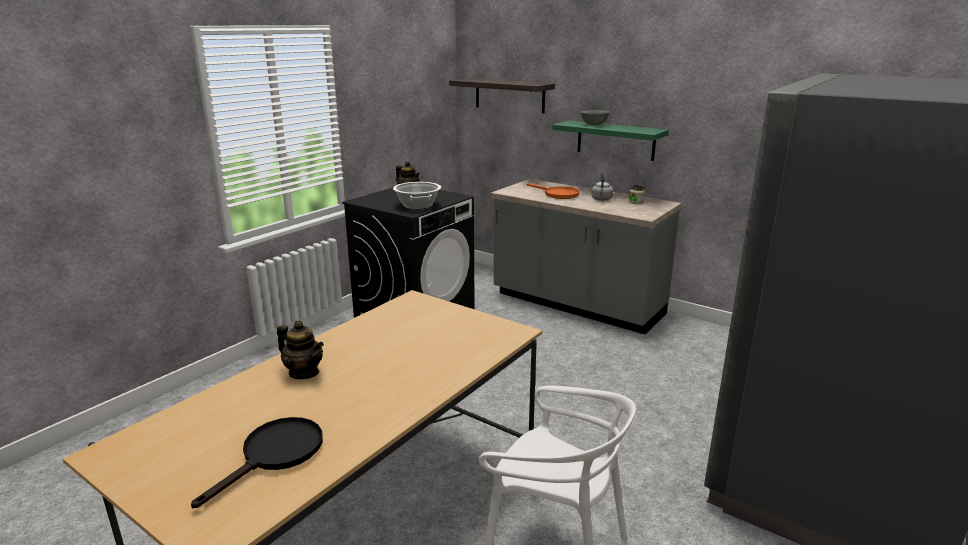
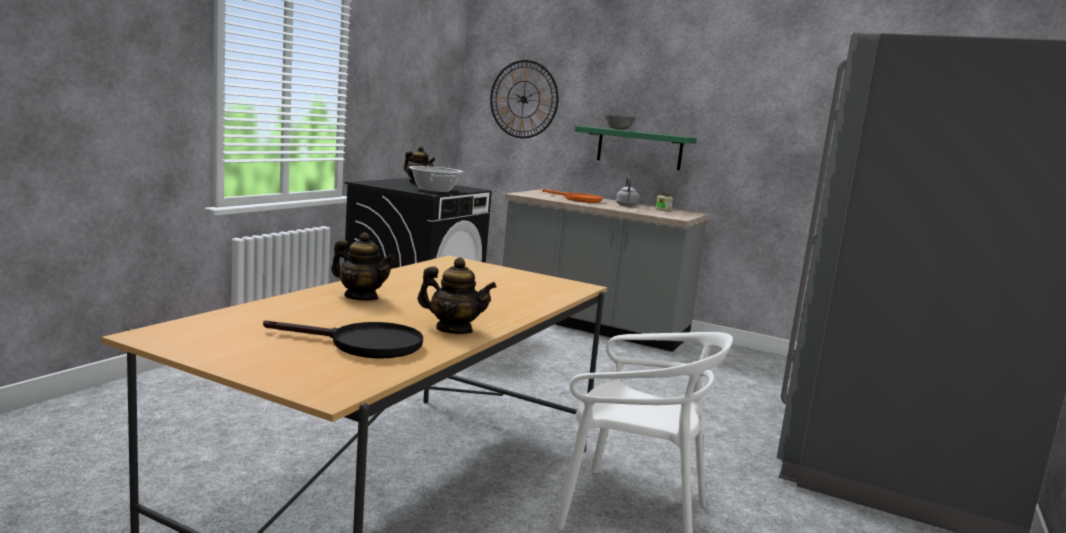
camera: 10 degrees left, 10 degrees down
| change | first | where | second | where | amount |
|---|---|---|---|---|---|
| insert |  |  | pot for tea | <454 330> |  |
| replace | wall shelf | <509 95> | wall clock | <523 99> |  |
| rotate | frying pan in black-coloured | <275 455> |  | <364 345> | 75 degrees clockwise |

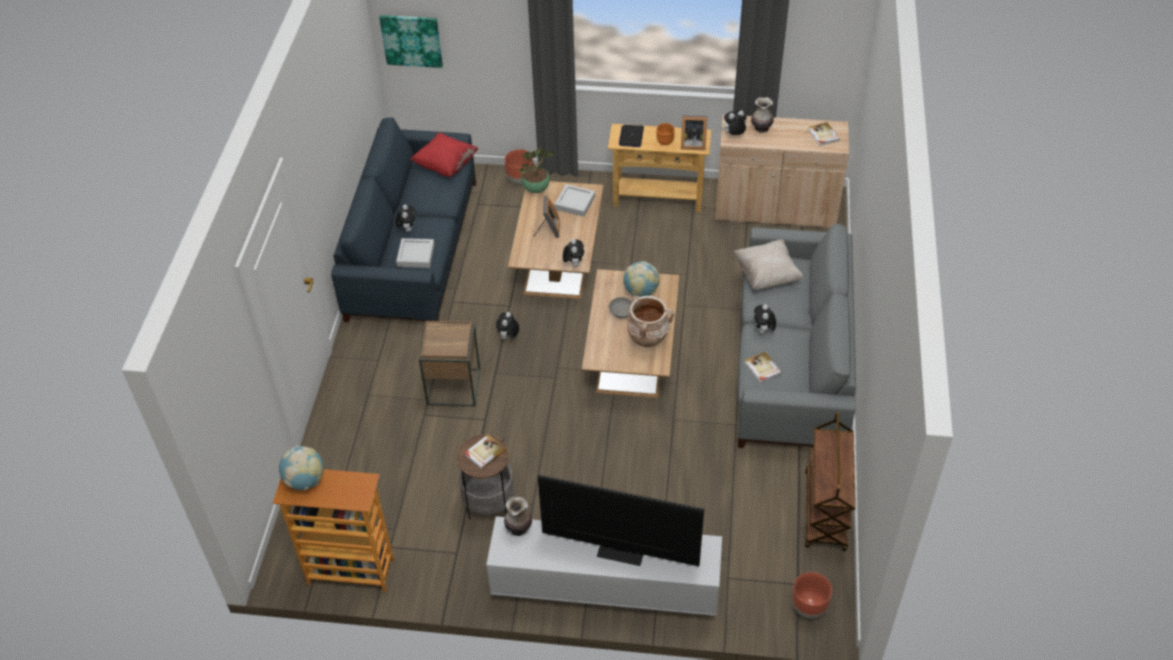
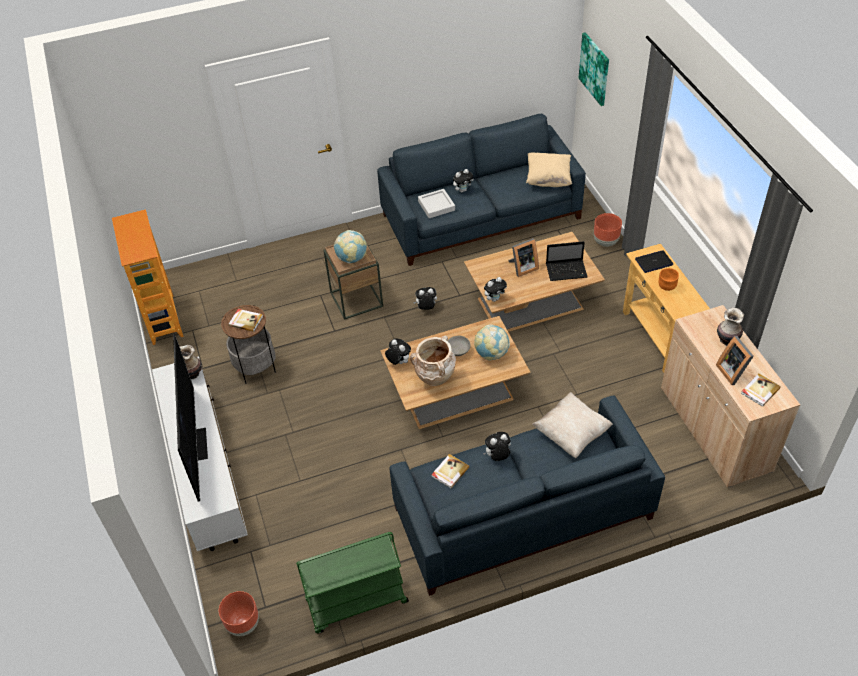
camera: 65 degrees right, 0 degrees up
| change | first | where | second | where | amount |
|---|---|---|---|---|---|
| delete | potted plant | <537 189> |  |  |  |
| move | world globe | <305 481> |  | <351 258> |  |
| move | standing frame | <692 143> |  | <733 371> |  |
| move | plush toy | <734 135> |  | <398 362> |  |
| replace | serving tray in gray | <575 203> | portable computer | <567 271> |  |
| recolor | throw pillow in reddish | <446 165> | throw pillow in beige | <548 179> |  |
| recolor | settee in gray | <790 361> | settee in blue-coloured | <521 512> |  |
| recolor | wheeled cart in brown-coloured | <825 511> | wheeled cart in green | <356 602> |  |

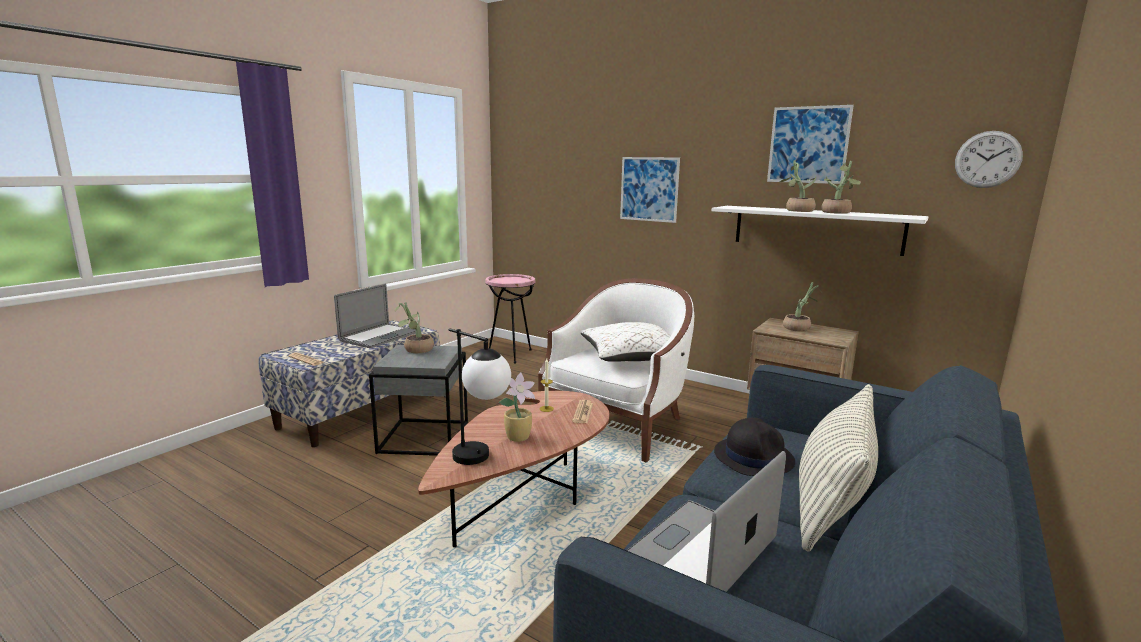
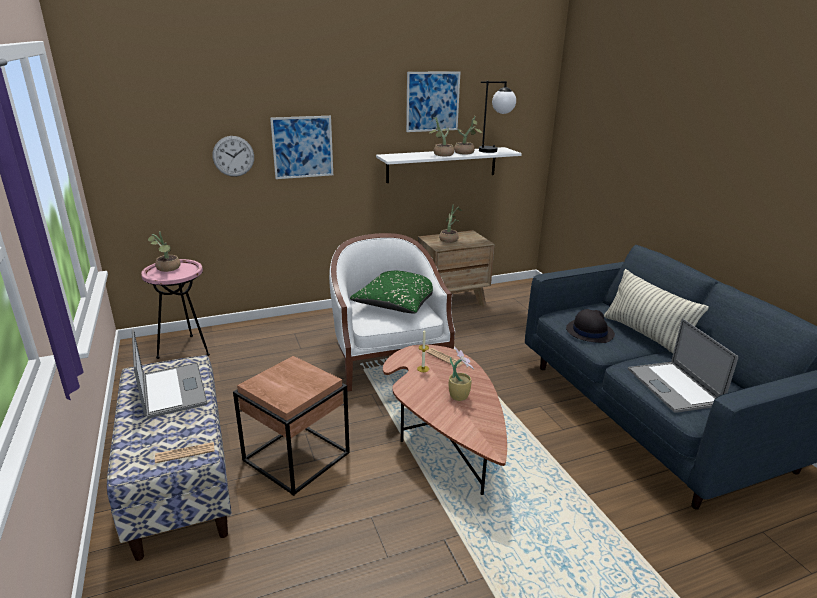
camera: 55 degrees left, 10 degrees up
| change | first | where | second | where | amount |
|---|---|---|---|---|---|
| move | potted plant | <415 350> |  | <167 269> |  |
| move | table lamp | <481 460> |  | <495 150> |  |
| move | wall clock | <987 159> |  | <233 156> |  |
| recolor | side table in gray | <425 438> | side table in brown-coloured | <298 457> |  |
| recolor | throw pillow in whitish | <629 358> | throw pillow in green | <397 304> |  |

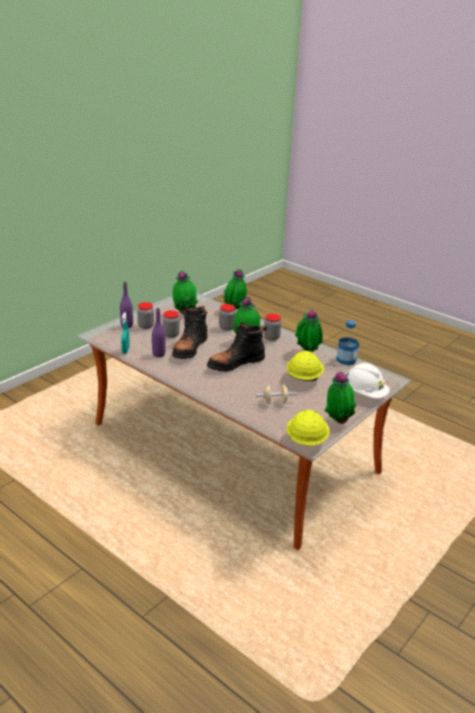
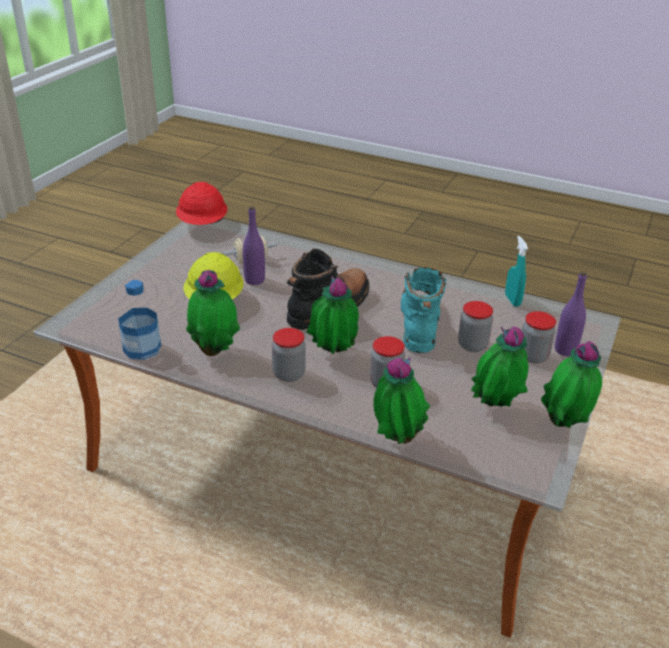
camera: 165 degrees right, 5 degrees up
| change | first | where | second | where | amount |
|---|---|---|---|---|---|
| delete | hard hat in whitish | <365 393> |  |  |  |
| move | beverage bottle in purplish | <158 354> |  | <254 280> |  |
| move | potted plant | <337 421> |  | <564 425> |  |
| recolor | high-top boot in black-coloured | <190 348> | high-top boot in turquoise | <419 323> |  |
| recolor | hard hat in yellow | <306 440> | hard hat in reddish | <203 224> |  |

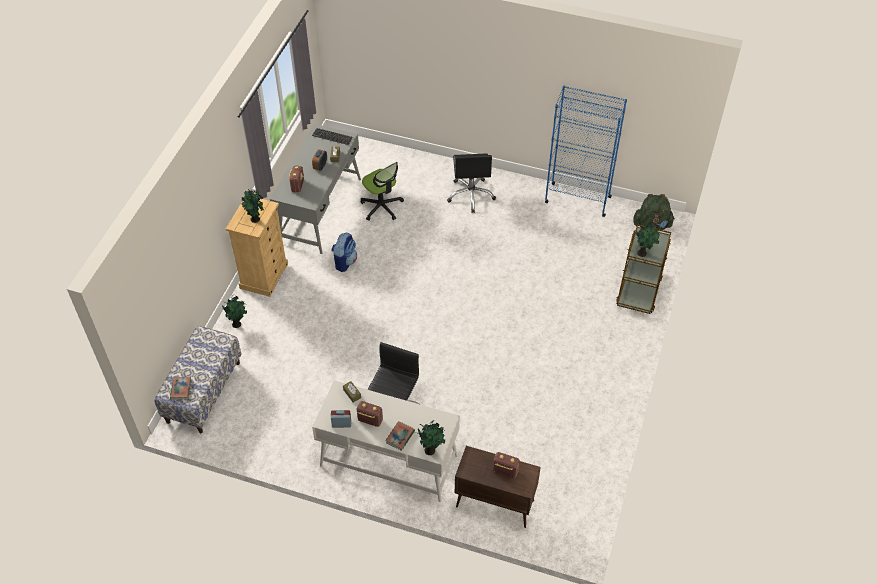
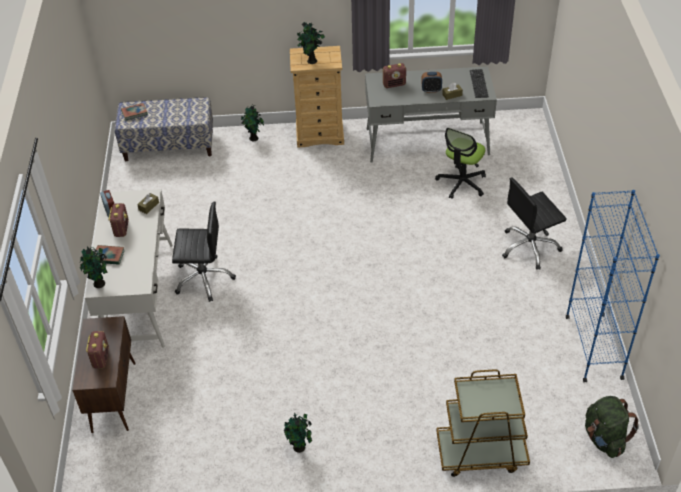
camera: 70 degrees right, 5 degrees down
| change | first | where | second | where | amount |
|---|---|---|---|---|---|
| delete | rucksack | <344 261> |  |  |  |
| move | potted plant | <642 253> |  | <300 448> |  |

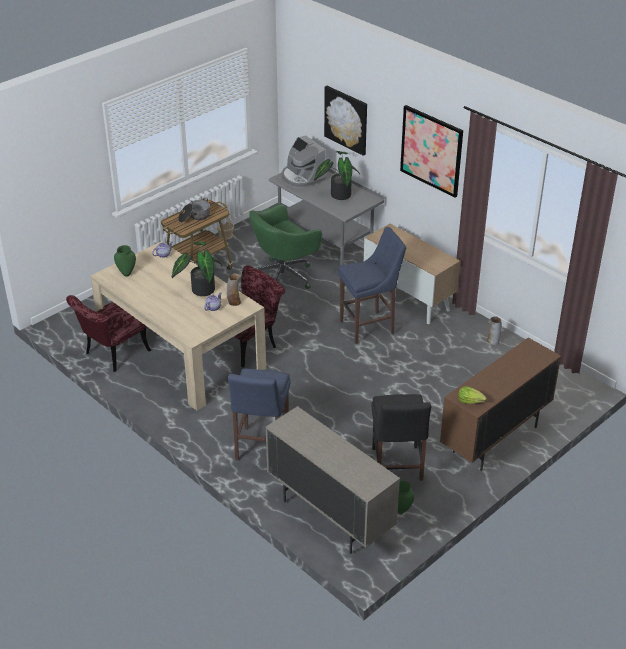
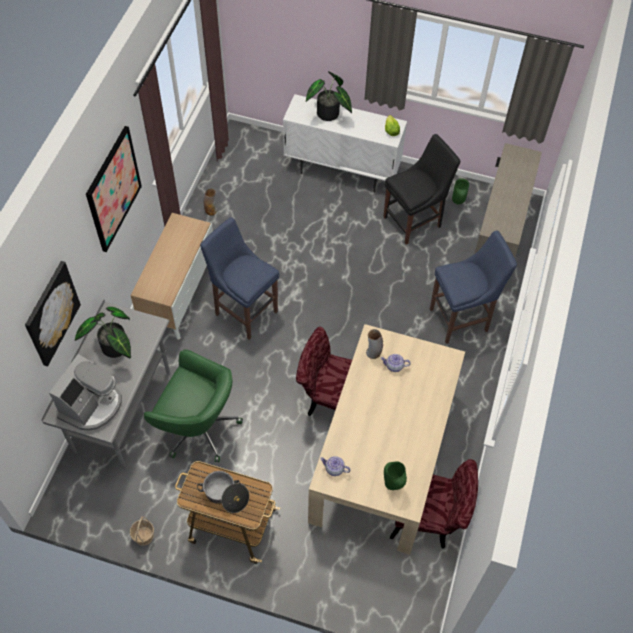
camera: 120 degrees left, 20 degrees up
| change | first | where | second | where | amount |
|---|---|---|---|---|---|
| move | potted plant | <200 289> |  | <328 115> |  |
| recolor | cabinet in brown-coloured | <495 440> | cabinet in whitish | <342 172> |  |

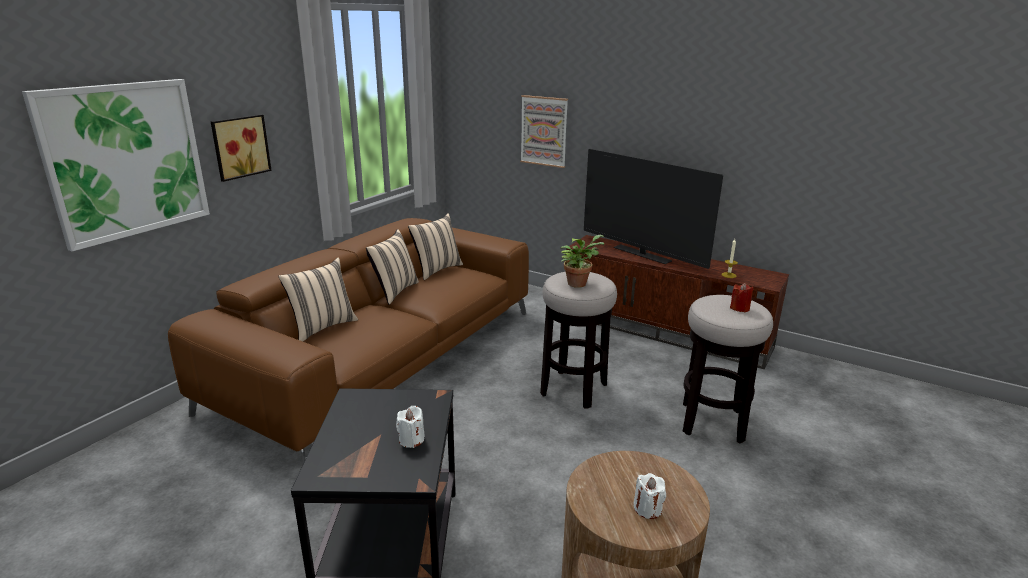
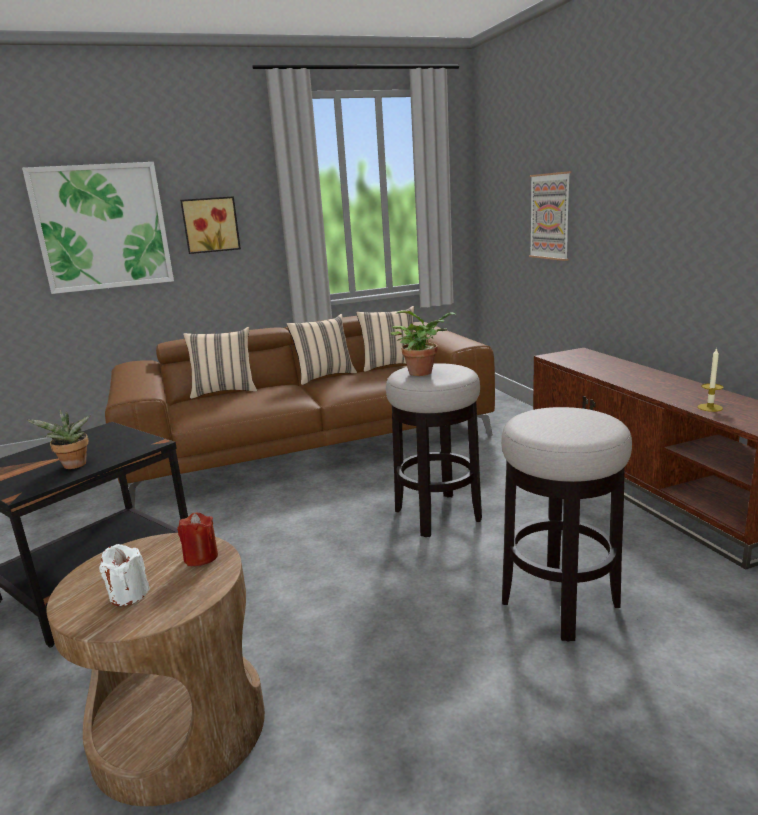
camera: 40 degrees right, 5 degrees down
| change | first | where | second | where | amount |
|---|---|---|---|---|---|
| delete | television | <641 254> |  |  |  |
| move | wax candle in reddish | <739 308> |  | <201 557> |  |
| replace | wax candle in whitish | <411 440> | potted plant | <73 466> |  |

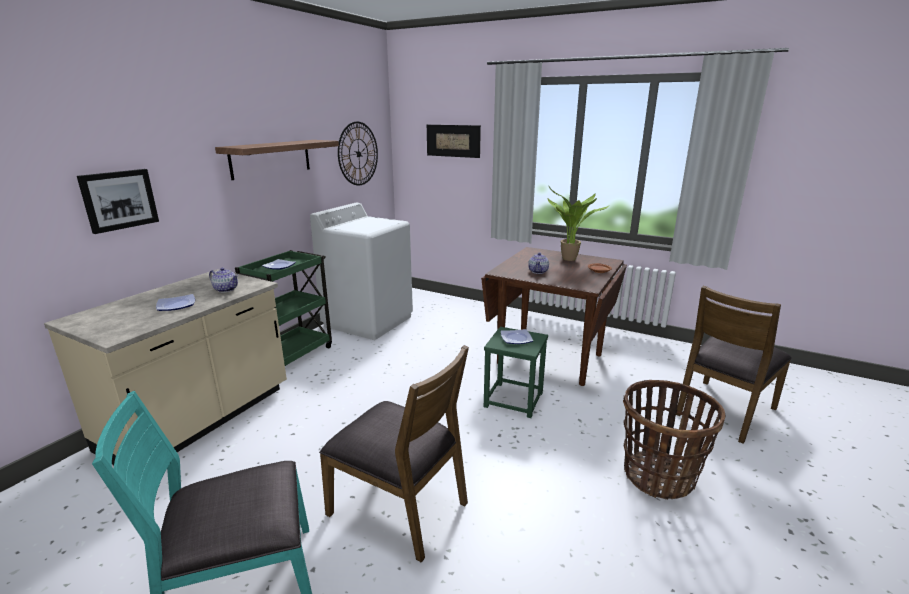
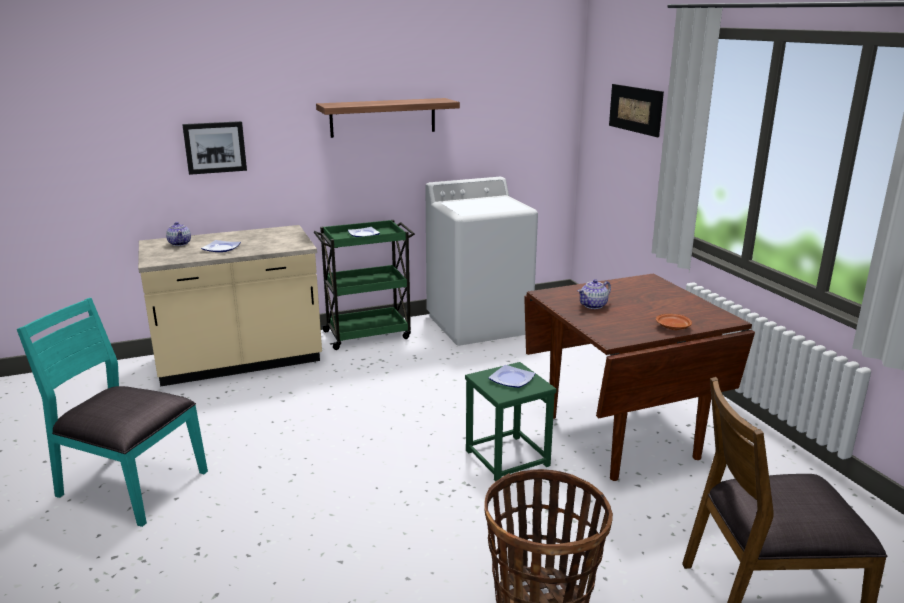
camera: 40 degrees right, 0 degrees up
| change | first | where | second | where | amount |
|---|---|---|---|---|---|
| delete | upright chair in brown-coloured | <400 507> |  |  |  |
| delete | wall clock | <358 154> |  |  |  |
| delete | potted plant | <569 260> |  |  |  |
| move | pot for tea | <226 289> |  | <180 243> |  |

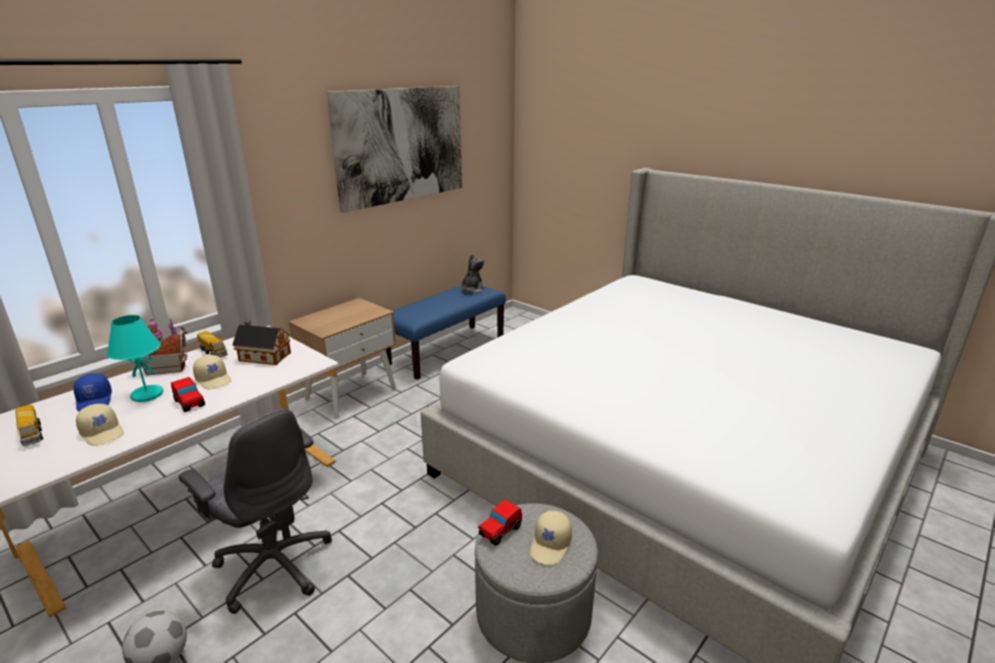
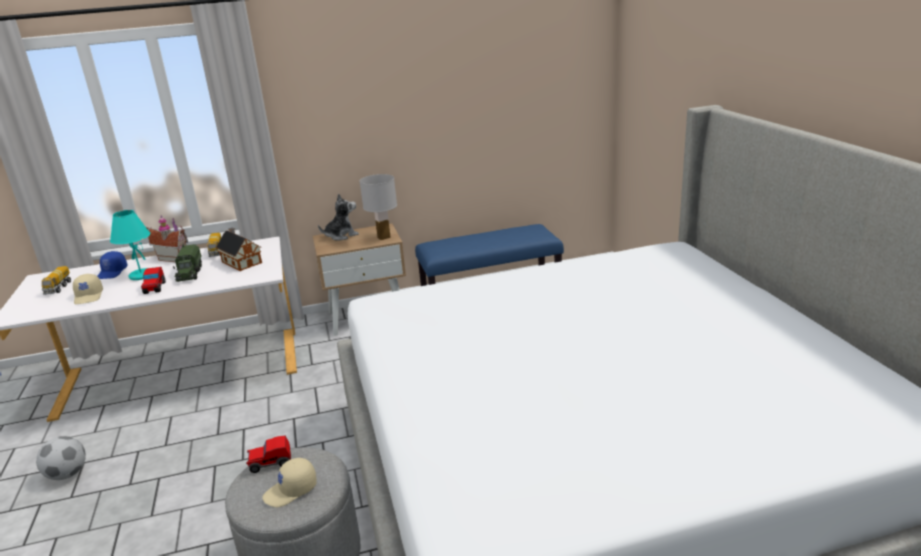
camera: 35 degrees right, 0 degrees up
| change | first | where | second | where | amount |
|---|---|---|---|---|---|
| delete | desk chair in gray | <273 565> |  |  |  |
| delete | picture | <401 145> |  |  |  |
| insert |  |  | table lamp in whitish | <384 237> |  |
| move | plush toy | <472 289> |  | <341 235> |  |
| replace | cap in beige | <214 379> | toy lorry | <190 273> |  |

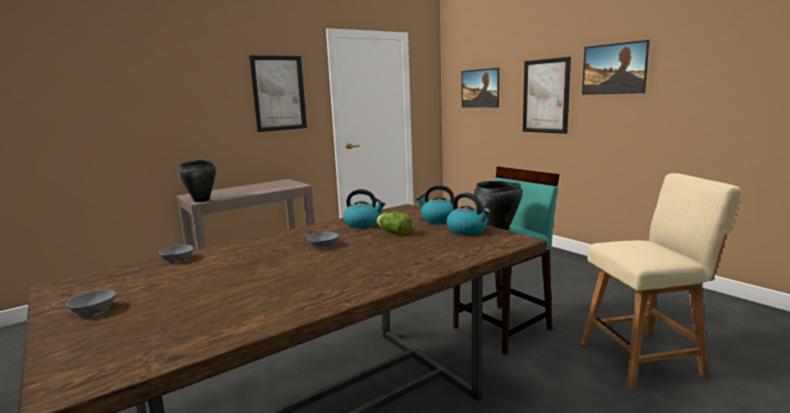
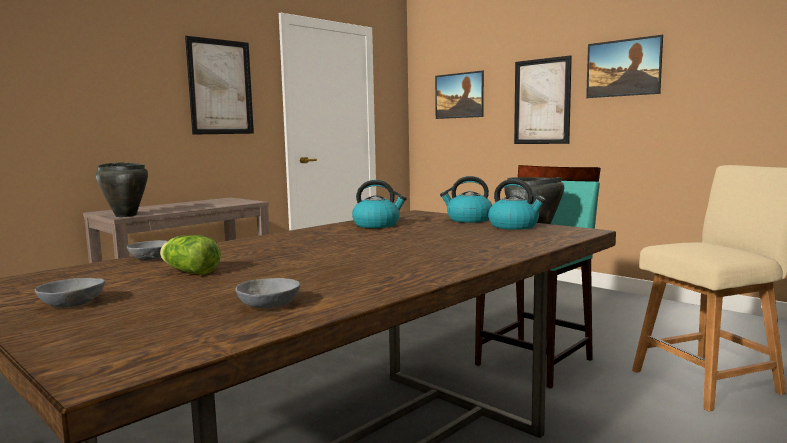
camera: 10 degrees left, 5 degrees down
| change | first | where | second | where | amount |
|---|---|---|---|---|---|
| move | bowl in gray | <323 245> |  | <268 305> |  |
| move | lettuce head | <393 232> |  | <189 271> |  |

